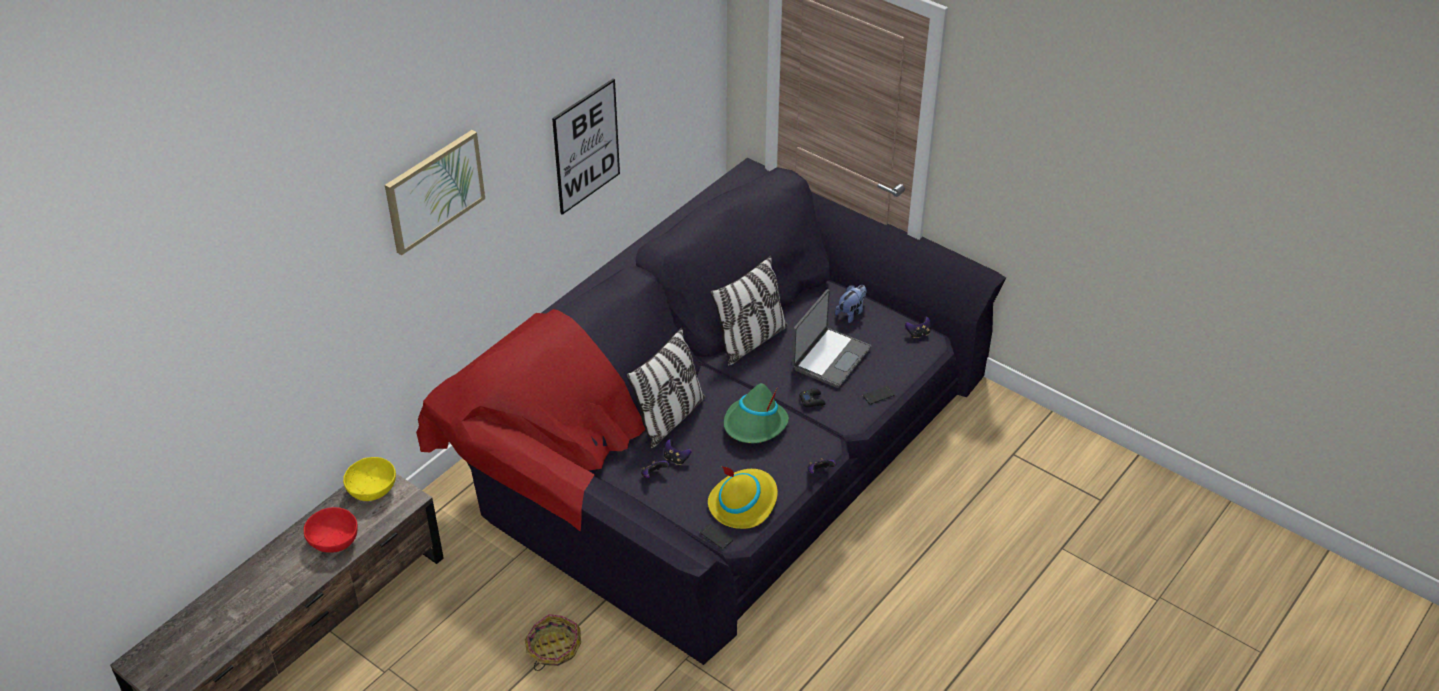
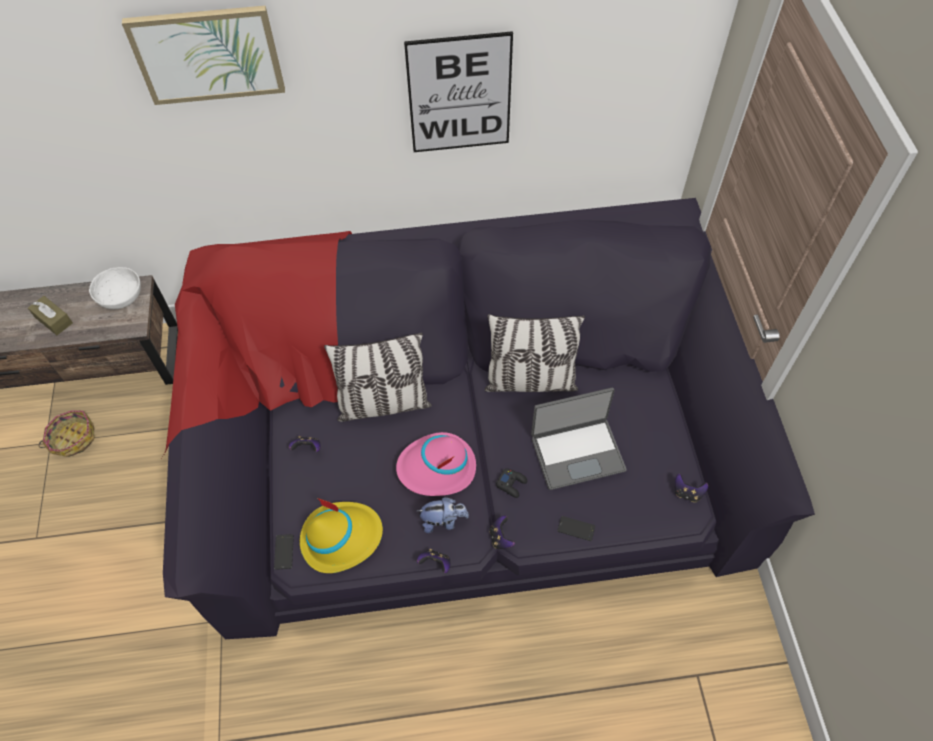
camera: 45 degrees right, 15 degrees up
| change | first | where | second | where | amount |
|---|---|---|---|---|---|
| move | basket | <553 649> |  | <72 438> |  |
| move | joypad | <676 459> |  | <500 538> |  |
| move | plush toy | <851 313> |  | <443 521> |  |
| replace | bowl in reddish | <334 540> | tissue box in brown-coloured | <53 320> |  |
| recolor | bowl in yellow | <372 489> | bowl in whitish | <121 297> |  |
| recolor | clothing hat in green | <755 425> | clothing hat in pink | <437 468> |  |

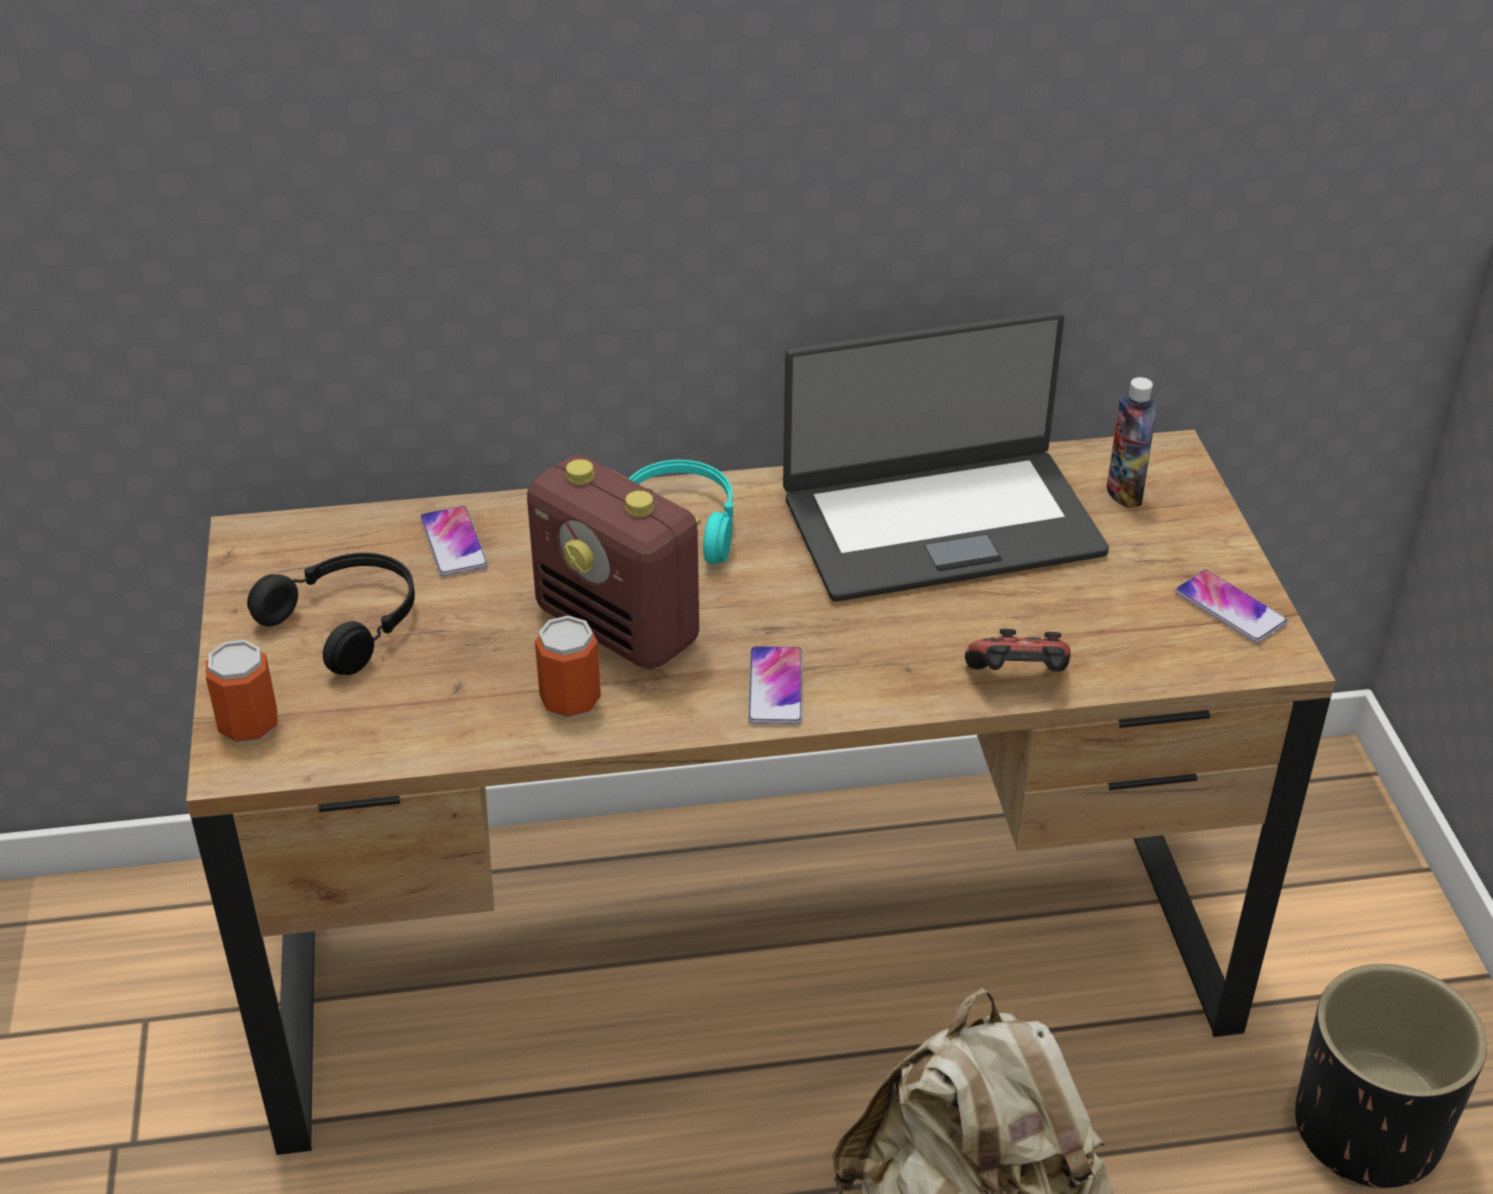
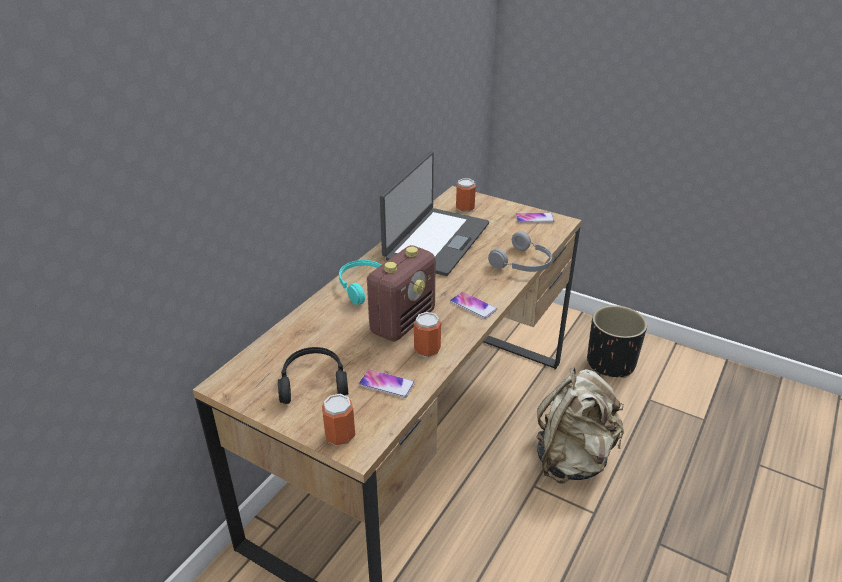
camera: 50 degrees left, 5 degrees down
| change | first | where | second | where | amount |
|---|---|---|---|---|---|
| move | phone | <454 543> |  | <386 384> |  |
| replace | joypad | <1017 680> | pair of headphones in gray | <523 264> |  |
| replace | beverage bottle | <1124 493> | can | <465 208> |  |
| rotate | radio receiver | <619 627> |  | <403 322> | 45 degrees counterclockwise |

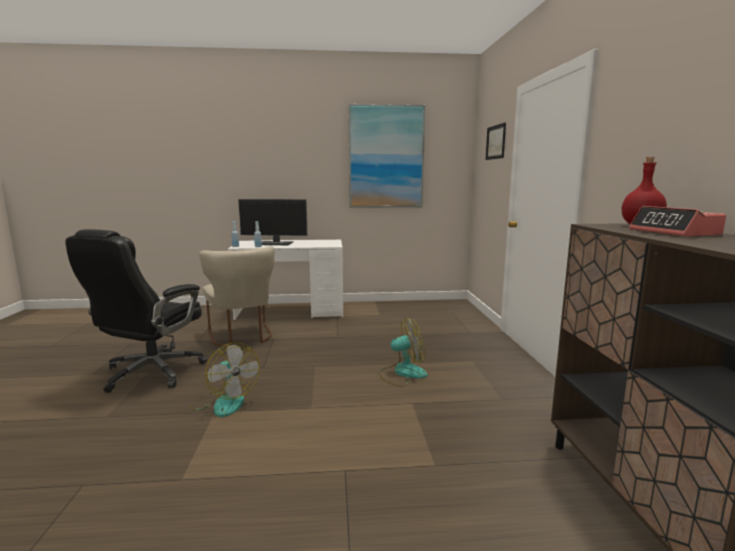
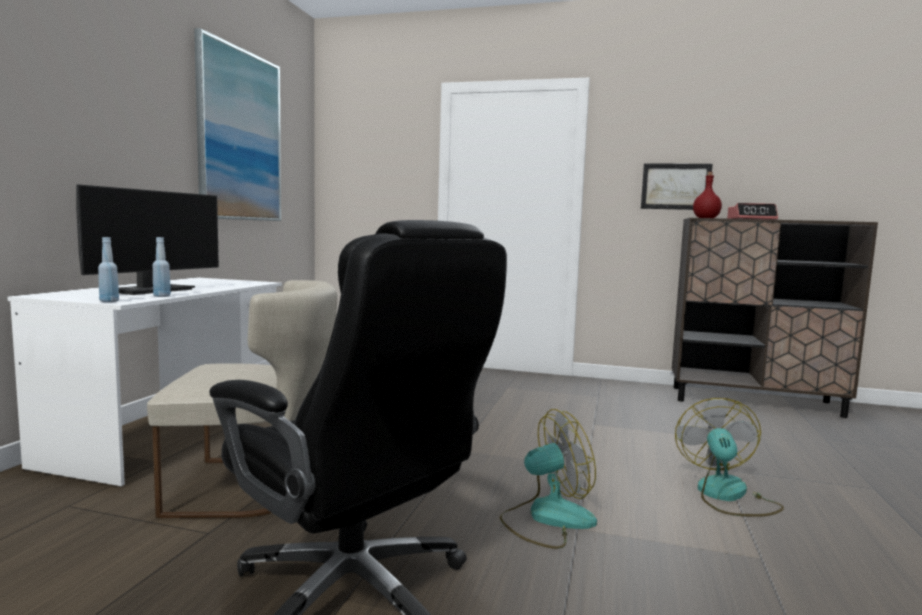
camera: 70 degrees left, 5 degrees down
| change | first | where | second | where | amount |
|---|---|---|---|---|---|
| move | cooling fan | <402 373> |  | <727 496> |  |
| move | picture | <495 142> |  | <675 186> |  |

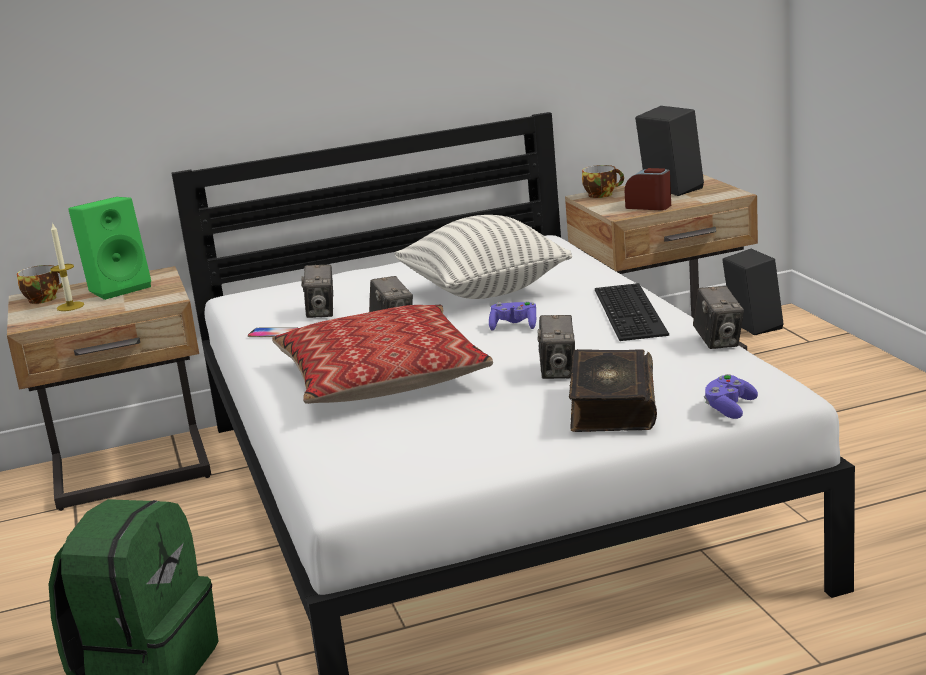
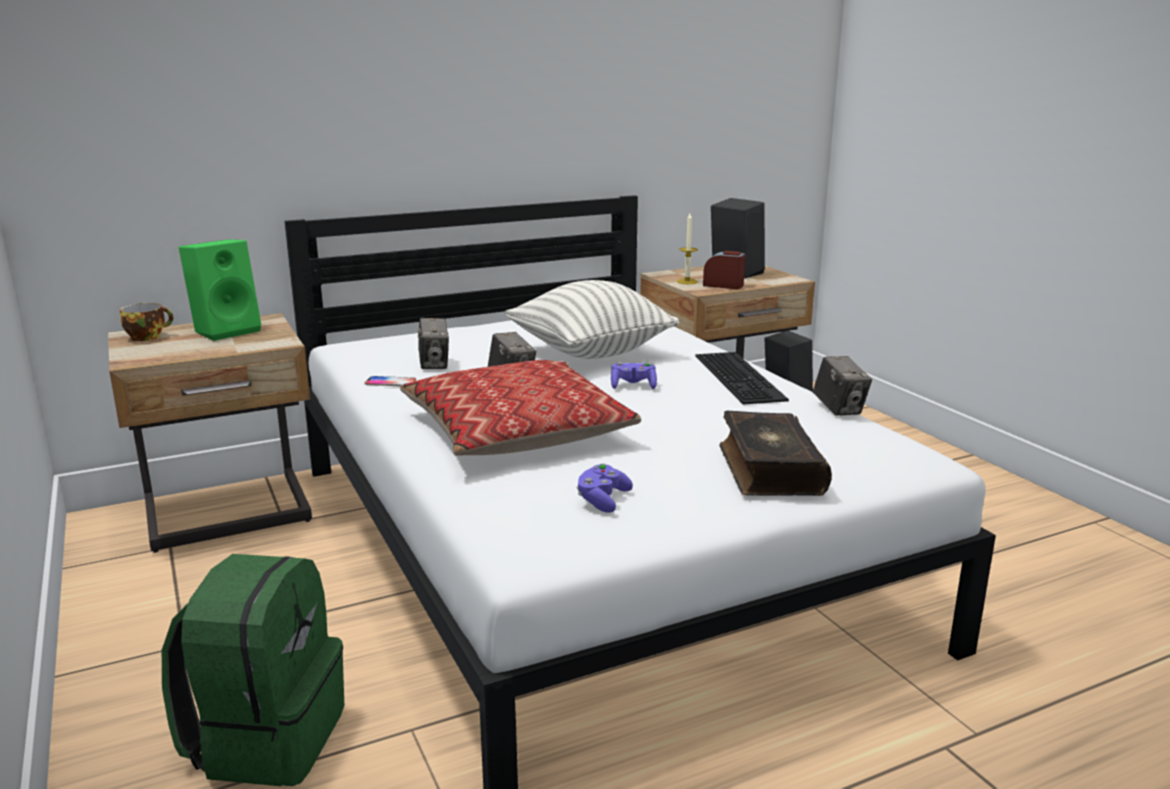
camera: 10 degrees left, 0 degrees up
| change | first | where | second | where | amount |
|---|---|---|---|---|---|
| delete | still camera | <558 372> |  |  |  |
| delete | small cup | <602 194> |  |  |  |
| move | wax candle | <70 306> |  | <687 281> |  |
| move | joypad in purplish | <729 408> |  | <602 500> |  |

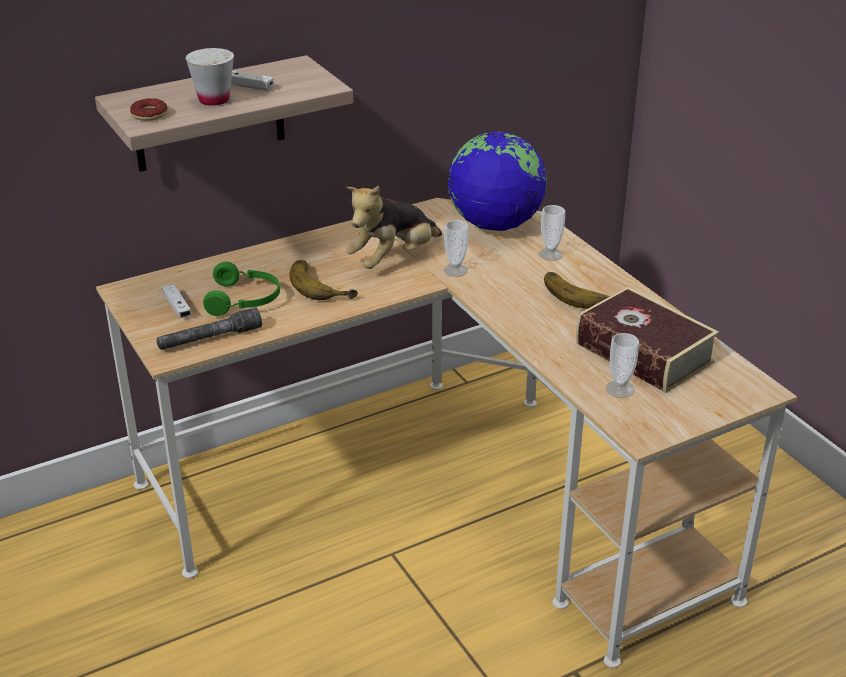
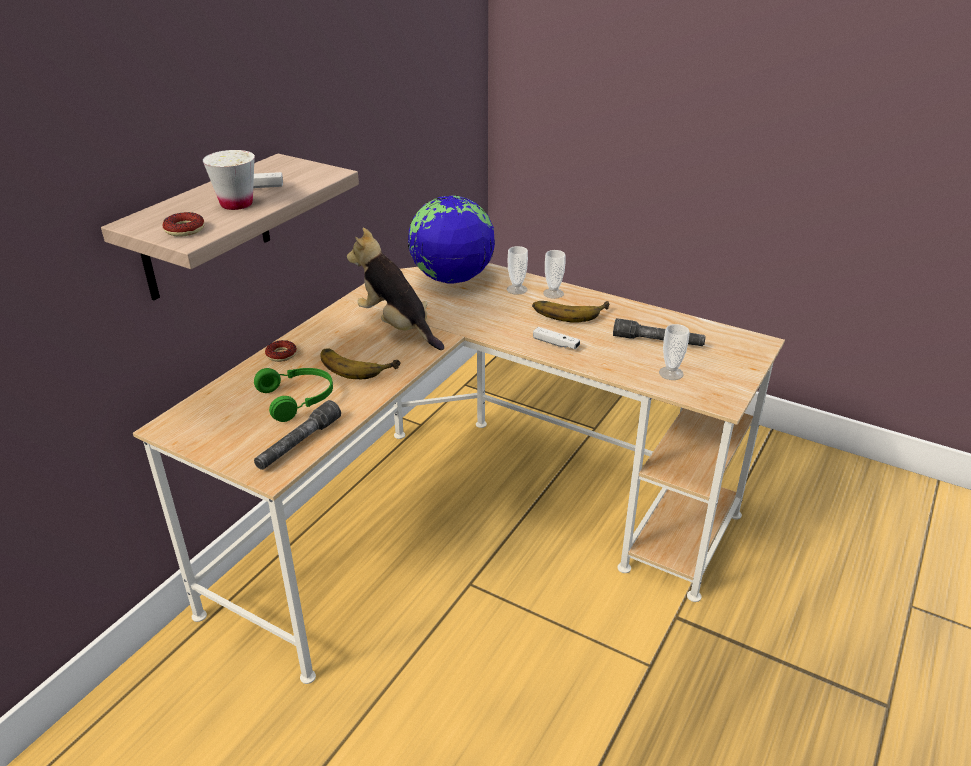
camera: 30 degrees left, 0 degrees up
| change | first | where | second | where | amount |
|---|---|---|---|---|---|
| insert |  |  | ring doughnut | <281 355> |  |
| move | joypad in whitish | <177 307> |  | <556 343> |  |
| move | small cup | <455 270> |  | <553 293> |  |
| replace | book | <643 353> | flashlight in gray | <658 341> |  |
| rotate | plush toy | <393 259> |  | <397 327> | 120 degrees clockwise |

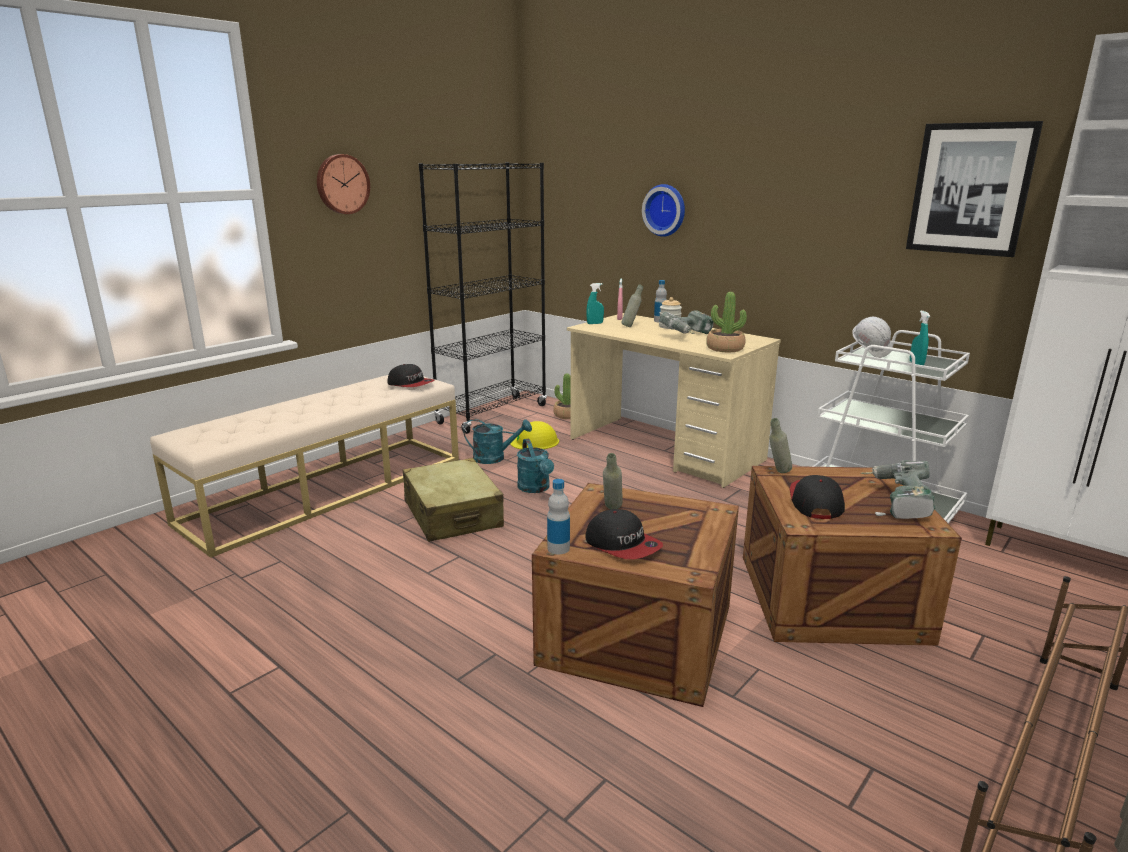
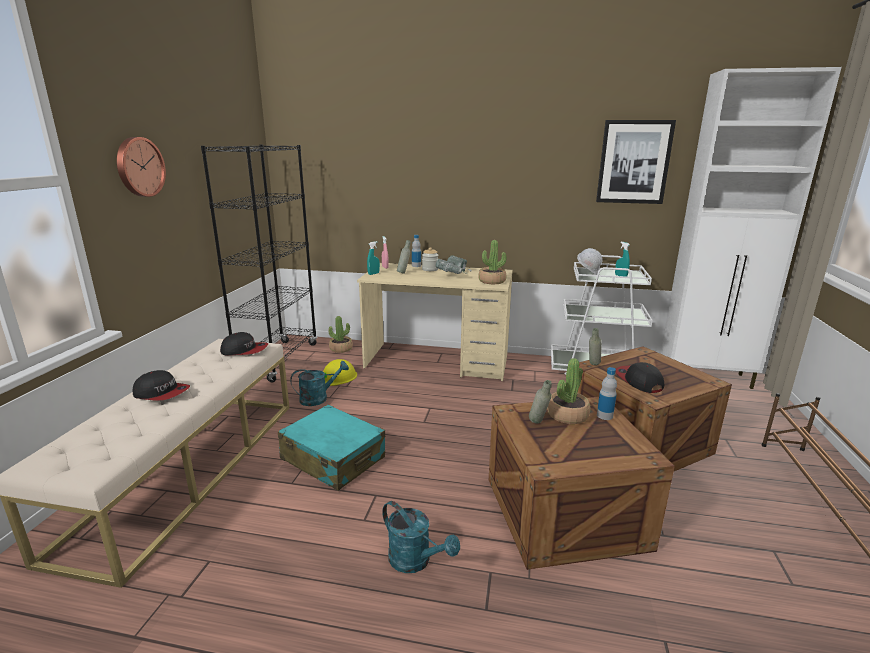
camera: 30 degrees left, 0 degrees up
| change | first | where | second | where | amount |
|---|---|---|---|---|---|
| delete | wall clock | <665 210> |  |  |  |
| delete | power drill | <897 503> |  |  |  |
| insert |  |  | potted plant | <567 415> |  |
| move | watering pot in turquoise | <536 488> |  | <416 561> |  |
| move | beverage bottle | <558 548> |  | <604 416> |  |
| move | cap | <623 545> |  | <162 393> |  |
| recolor | travel case in beige | <453 514> | travel case in turquoise | <333 459> |  |

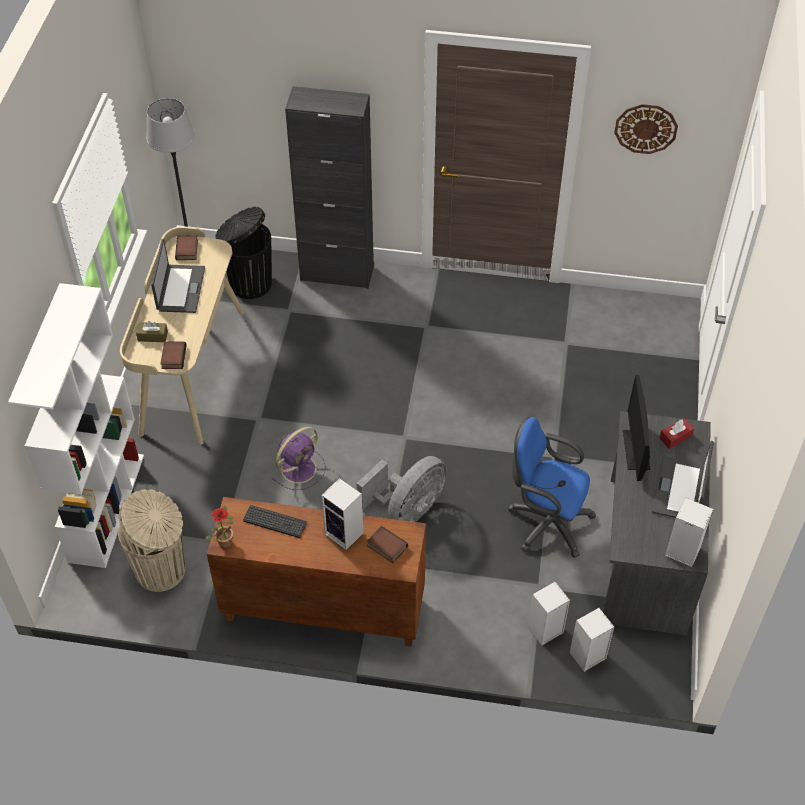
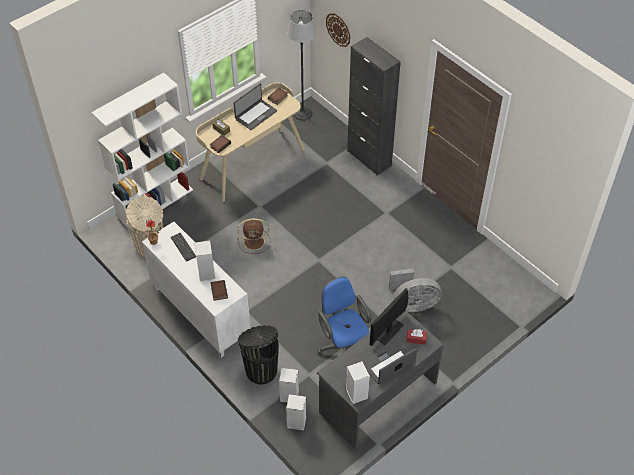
camera: 40 degrees right, 0 degrees up
| change | first | where | second | where | amount |
|---|---|---|---|---|---|
| move | waste bin in black-coloured | <249 283> |  | <261 369> |  |
| move | cooling fan in gray | <407 509> |  | <412 304> |  |
| move | wall clock | <646 128> |  | <338 29> |  |
| recolor | cabinet in brown-coloured | <322 609> | cabinet in whitish | <199 312> |  |
| recolor | cooling fan in purplish | <300 468> | cooling fan in brown-coloured | <255 241> |  |

